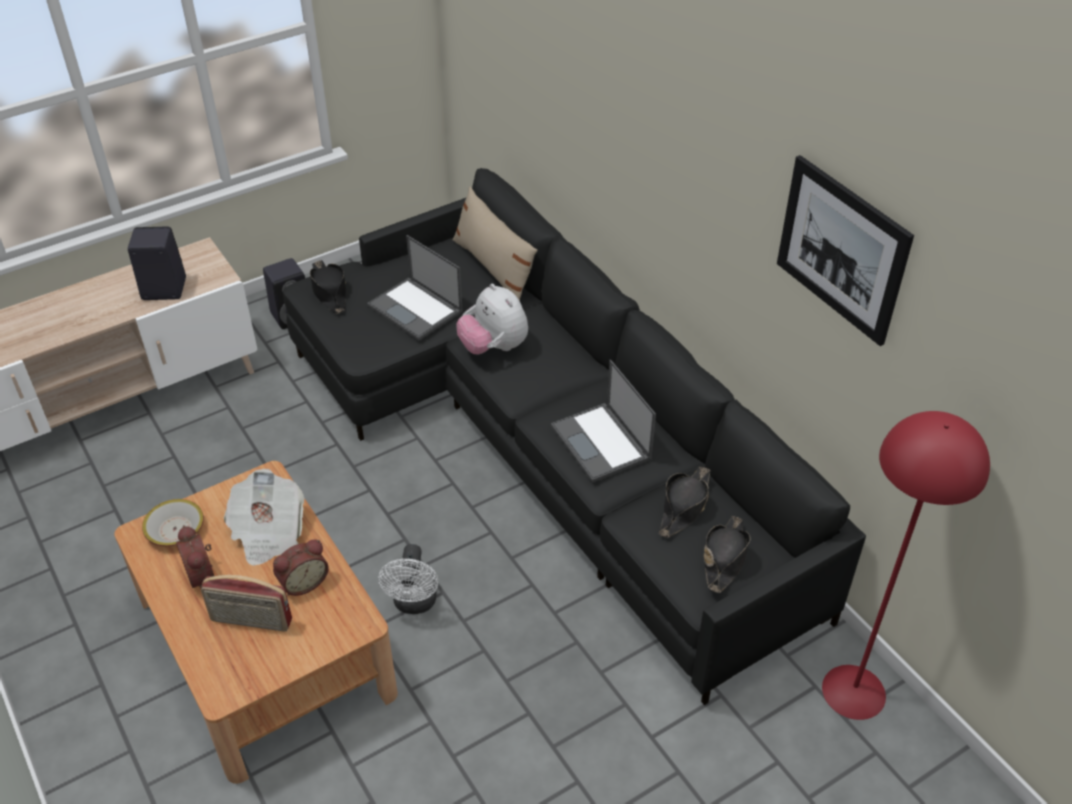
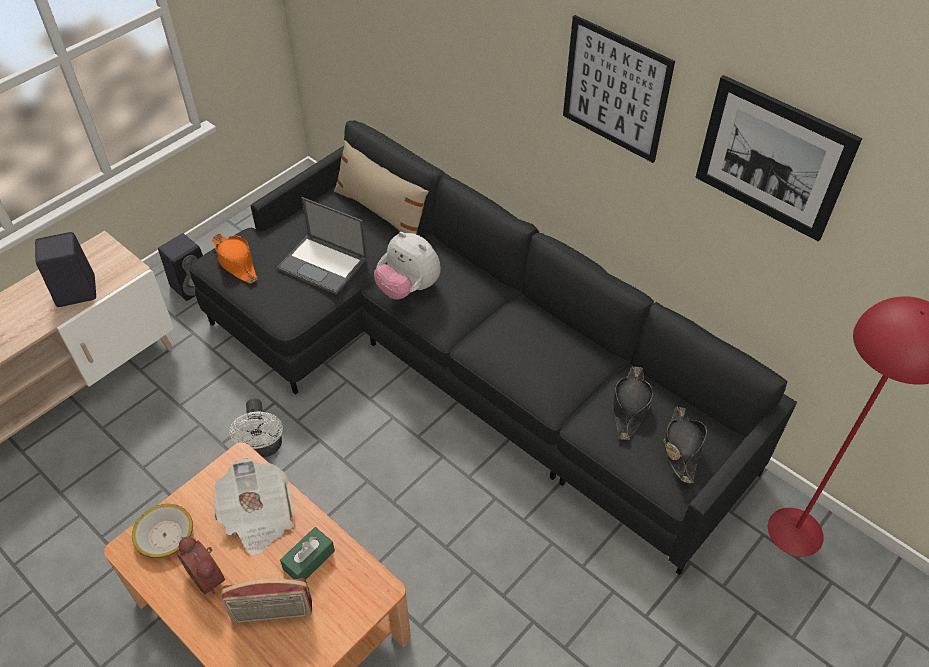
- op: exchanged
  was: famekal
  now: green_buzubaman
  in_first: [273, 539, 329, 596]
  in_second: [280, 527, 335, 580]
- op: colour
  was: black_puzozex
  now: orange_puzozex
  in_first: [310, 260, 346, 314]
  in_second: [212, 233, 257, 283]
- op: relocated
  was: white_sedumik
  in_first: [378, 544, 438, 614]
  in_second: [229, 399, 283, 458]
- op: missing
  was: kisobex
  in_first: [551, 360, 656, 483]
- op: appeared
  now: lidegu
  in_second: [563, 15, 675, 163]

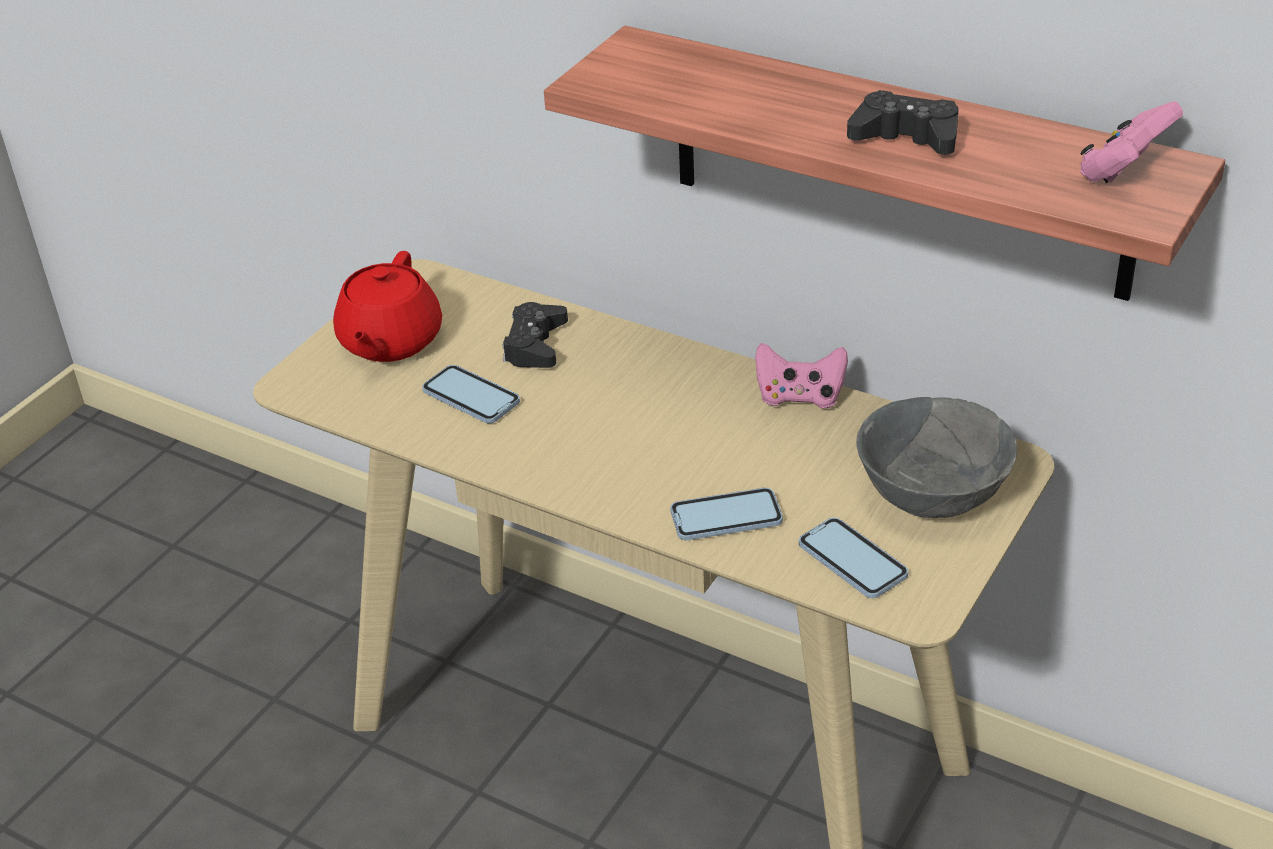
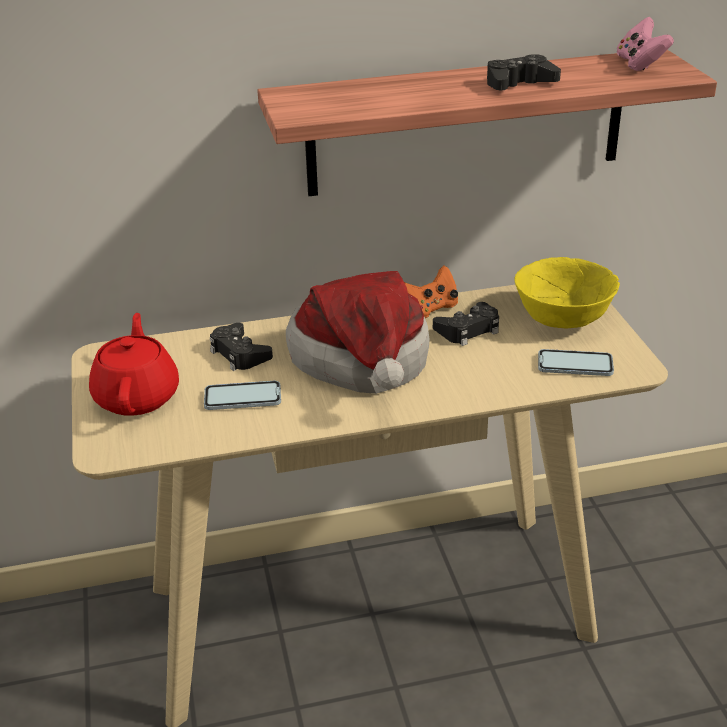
- op: spun
  was: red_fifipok
  in_first: [333, 251, 442, 362]
  in_second: [89, 313, 179, 416]
  clockwise: -150
- op: missing
  was: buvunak
  in_first: [670, 488, 783, 540]
- op: colour
  was: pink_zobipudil
  now: orange_zobipudil
  in_first: [755, 343, 848, 409]
  in_second: [404, 266, 458, 318]
- op: colour
  was: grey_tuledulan
  now: yellow_tuledulan
  in_first: [856, 397, 1017, 518]
  in_second: [514, 257, 620, 329]
- op: appeared
  now: puzozex
  in_second: [286, 271, 430, 394]
- op: appeared
  now: black_zobipudil
  in_second: [433, 302, 499, 346]

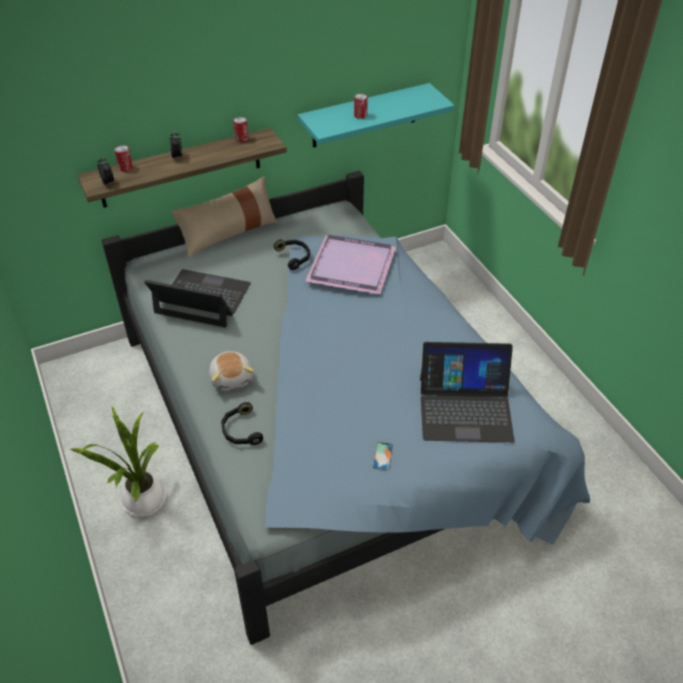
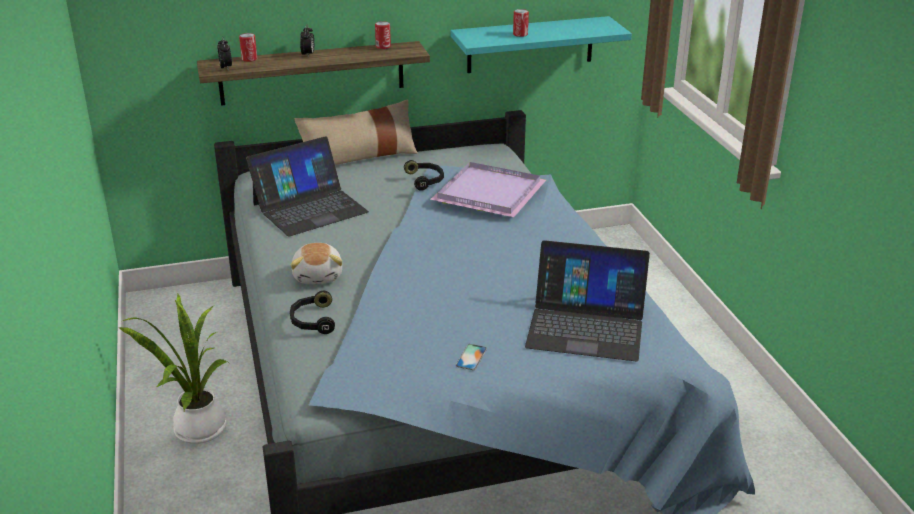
- op: spun
  was: kisobex
  in_first: [144, 269, 251, 327]
  in_second: [246, 136, 369, 236]
  clockwise: 120

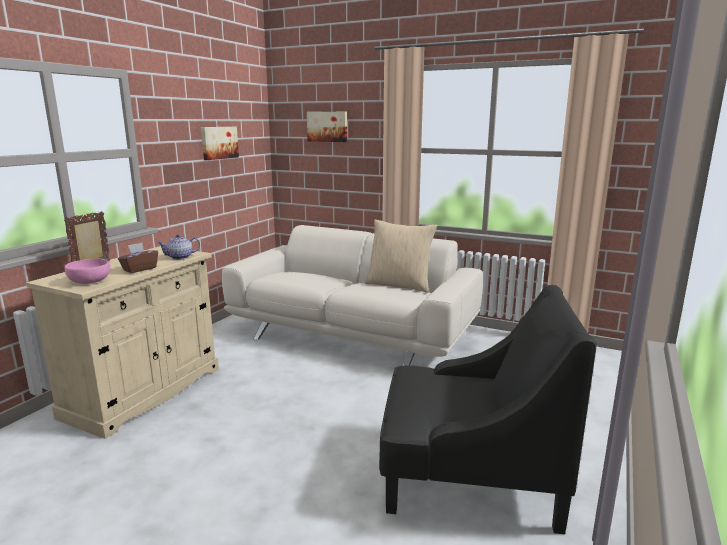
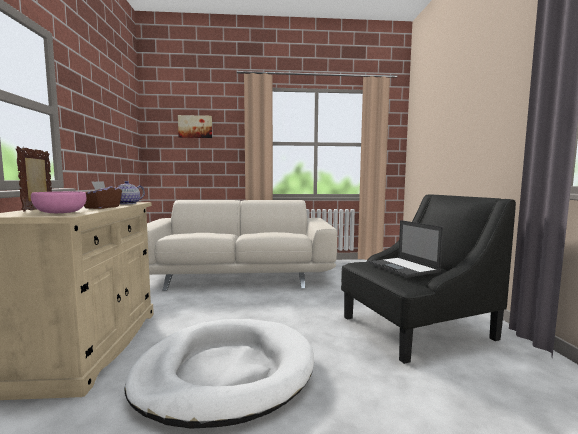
- op: missing
  was: lidegu
  in_first: [201, 127, 239, 160]
- op: missing
  was: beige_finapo
  in_first: [365, 220, 437, 293]
- op: appeared
  now: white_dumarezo
  in_second: [124, 319, 314, 429]
- op: appeared
  now: kisobex
  in_second: [369, 220, 443, 278]

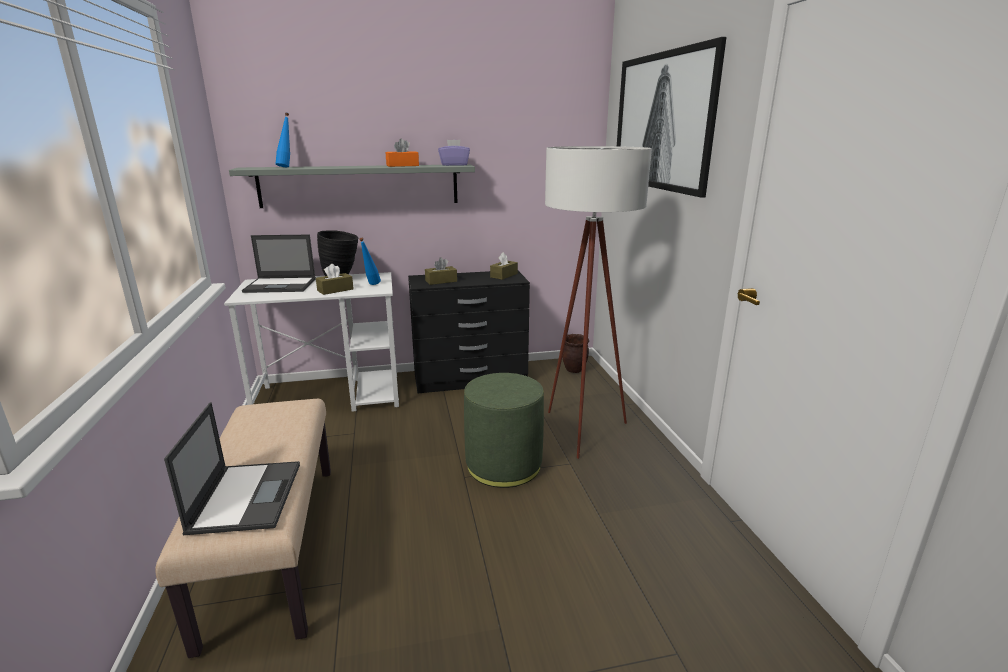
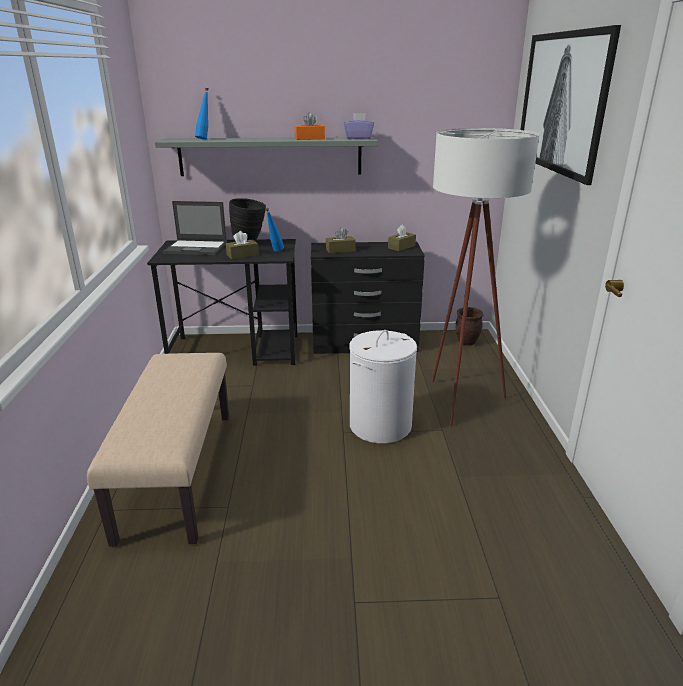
- op: missing
  was: kisobex
  in_first: [164, 402, 300, 535]
- op: colour
  was: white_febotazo
  now: black_febotazo
  in_first: [224, 272, 399, 412]
  in_second: [147, 239, 298, 366]
- op: exchanged
  was: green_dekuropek
  now: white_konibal
  in_first: [464, 373, 544, 488]
  in_second: [350, 330, 417, 443]

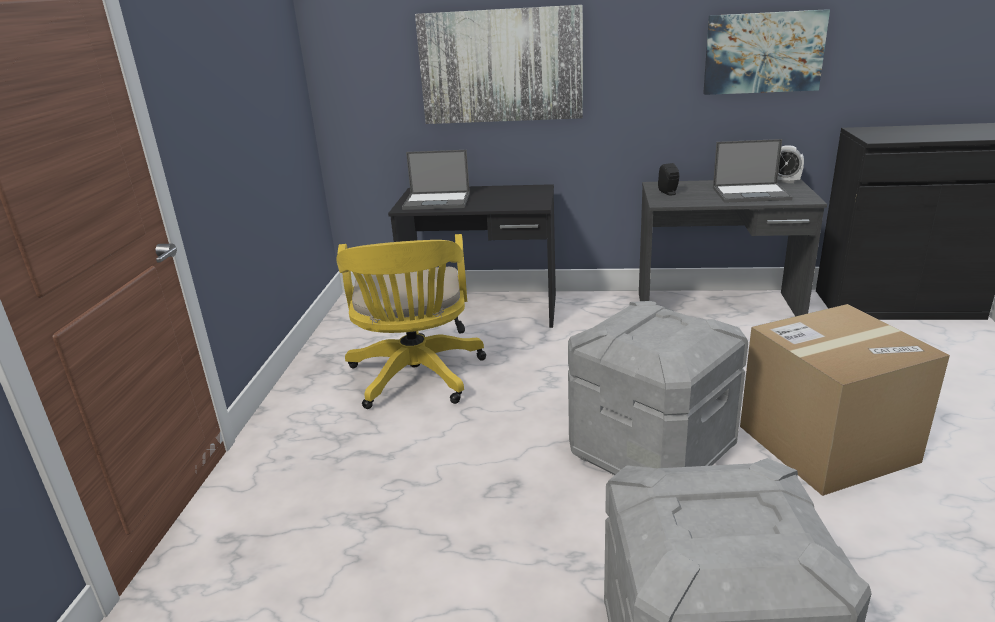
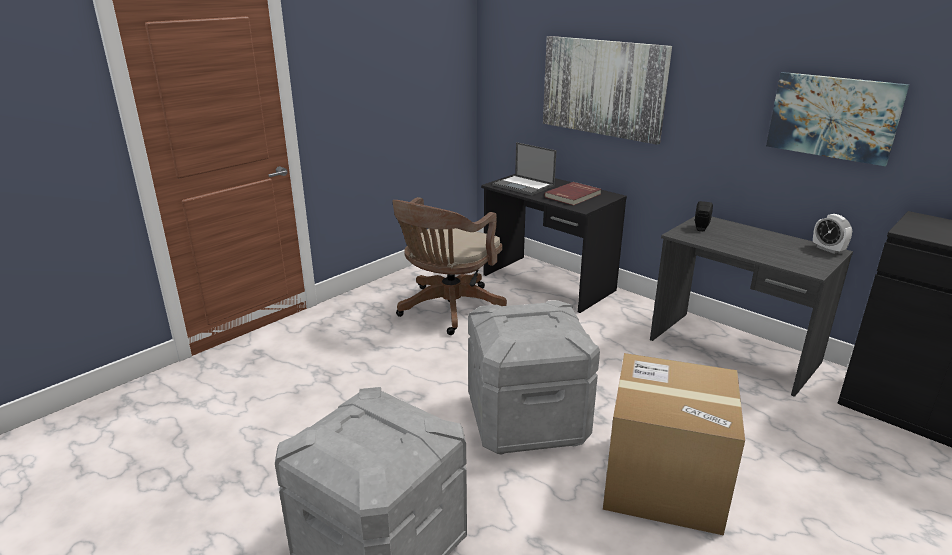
- op: colour
  was: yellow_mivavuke
  now: brown_mivavuke
  in_first: [336, 234, 486, 409]
  in_second: [392, 197, 507, 335]
- op: missing
  was: kisobex
  in_first: [713, 139, 793, 203]
- op: appeared
  now: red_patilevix
  in_second: [544, 182, 601, 206]

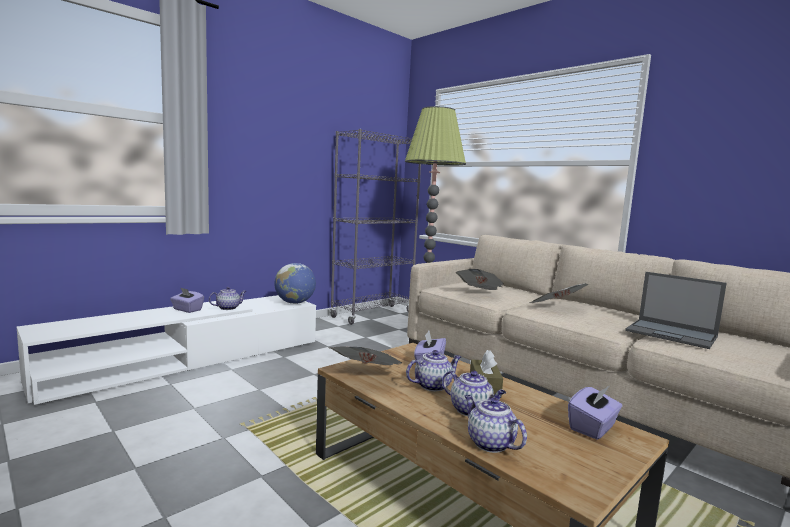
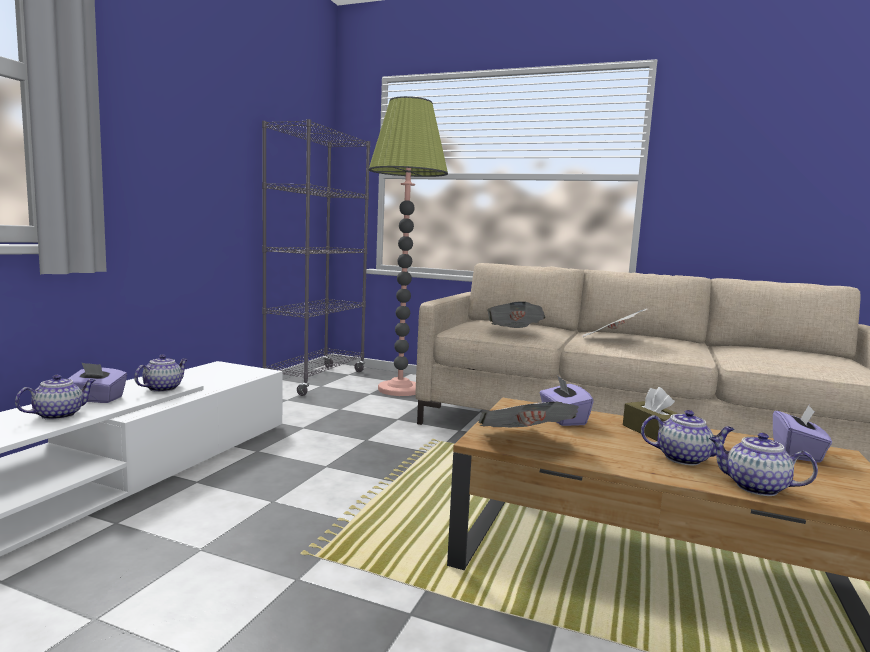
- op: missing
  was: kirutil
  in_first: [274, 263, 316, 304]
- op: relocated
  was: fifipok
  in_first: [406, 350, 461, 391]
  in_second: [15, 375, 95, 420]
- op: missing
  was: kisobex
  in_first: [625, 272, 727, 349]

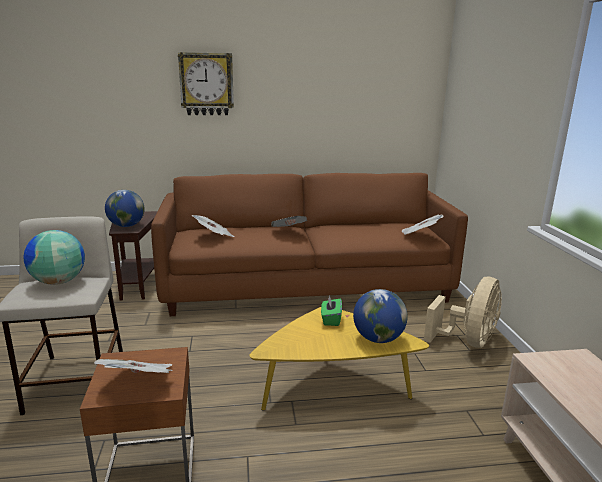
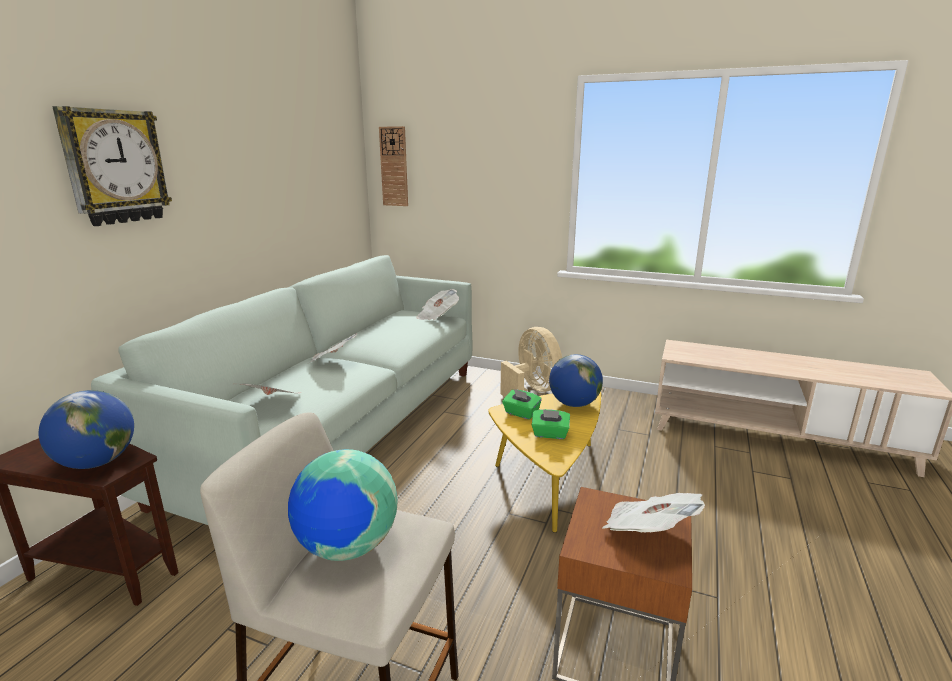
- op: colour
  was: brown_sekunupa
  now: white_sekunupa
  in_first: [151, 173, 468, 316]
  in_second: [91, 255, 472, 525]
- op: appeared
  now: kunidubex
  in_second: [379, 126, 408, 206]
- op: appeared
  now: green_buzubaman
  in_second: [532, 409, 570, 439]

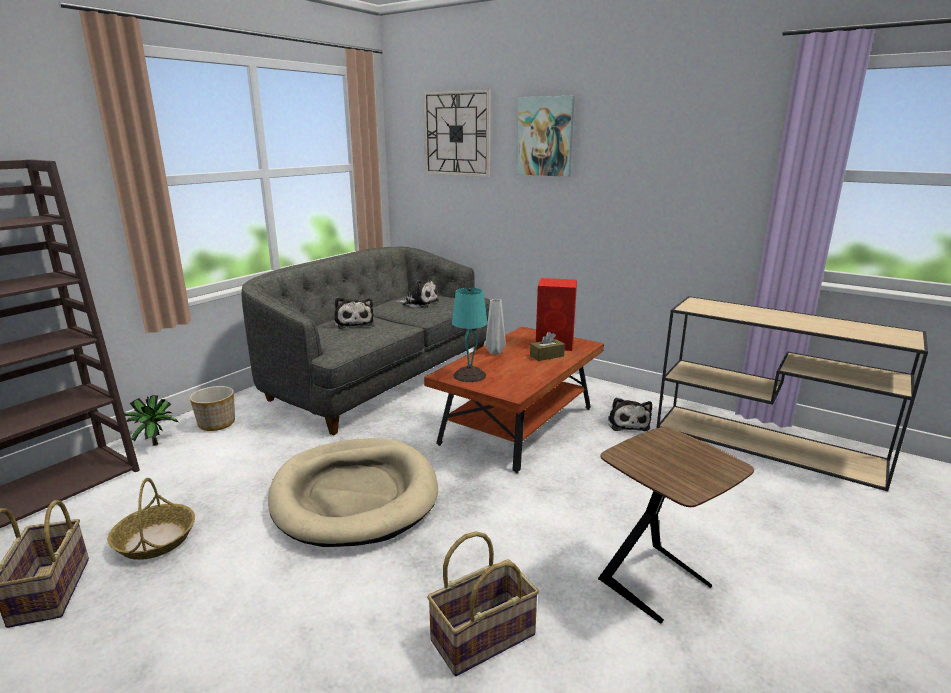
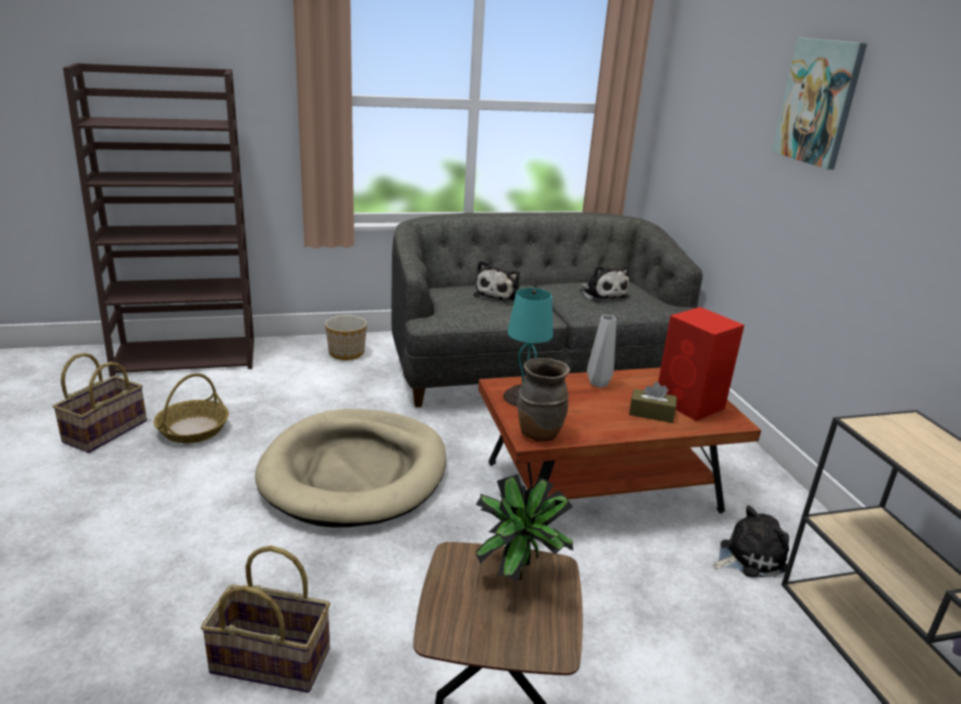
- op: relocated
  was: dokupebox
  in_first: [124, 395, 178, 446]
  in_second: [476, 474, 573, 581]
- op: missing
  was: kunidubex
  in_first: [423, 89, 491, 177]
- op: spun
  was: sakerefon
  in_first: [608, 398, 652, 431]
  in_second: [713, 506, 789, 577]
  clockwise: -150
- op: appeared
  now: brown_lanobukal
  in_second: [517, 358, 570, 441]

